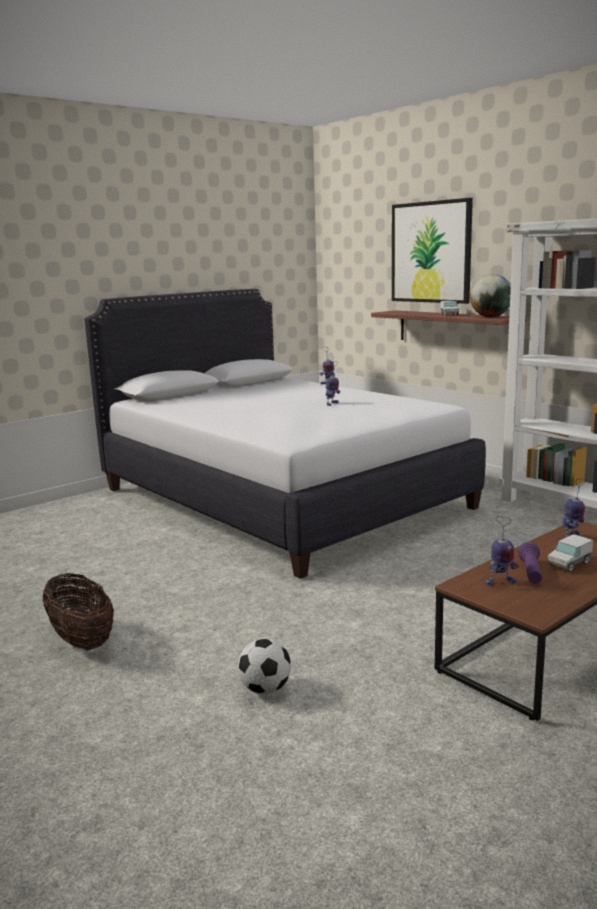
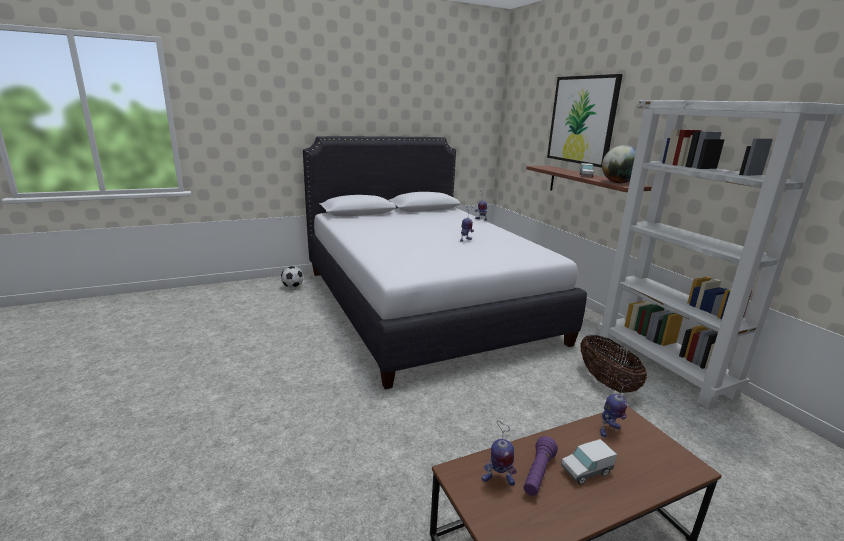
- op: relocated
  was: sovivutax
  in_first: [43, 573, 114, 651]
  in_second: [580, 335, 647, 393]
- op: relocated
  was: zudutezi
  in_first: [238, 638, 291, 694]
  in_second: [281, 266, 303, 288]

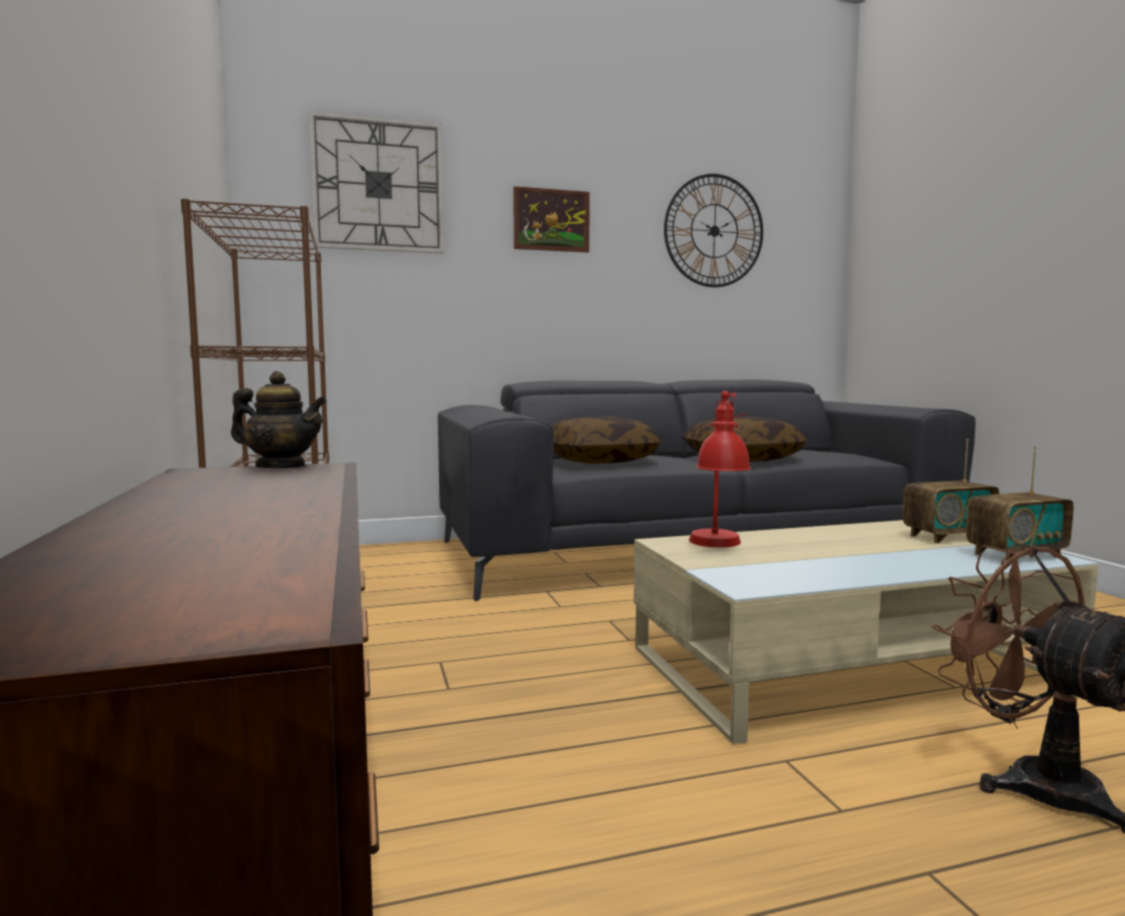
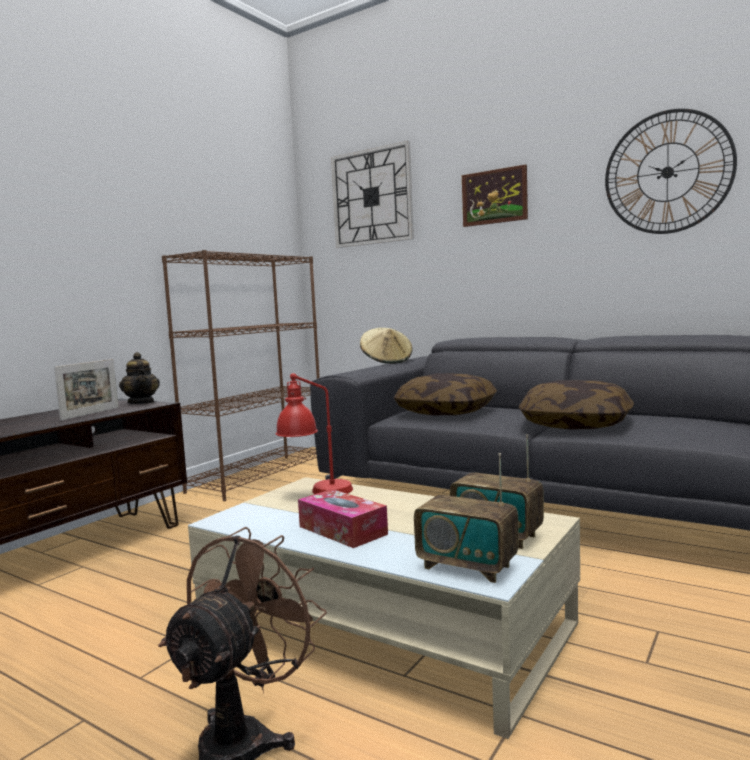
- op: appeared
  now: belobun
  in_second: [54, 359, 118, 421]
- op: appeared
  now: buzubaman
  in_second: [298, 489, 388, 548]
- op: appeared
  now: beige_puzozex
  in_second: [360, 328, 413, 364]

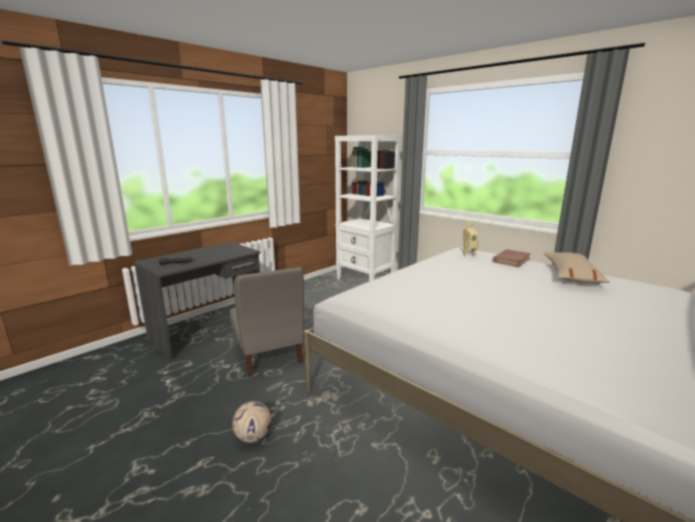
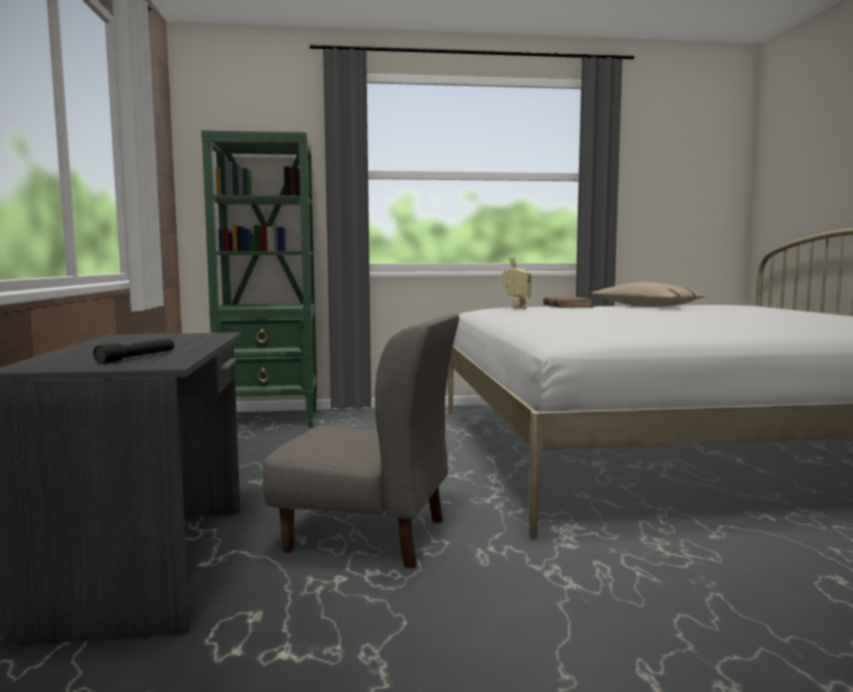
- op: missing
  was: zudutezi
  in_first: [232, 401, 271, 443]
- op: colour
  was: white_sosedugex
  now: green_sosedugex
  in_first: [335, 135, 401, 281]
  in_second: [201, 130, 317, 427]

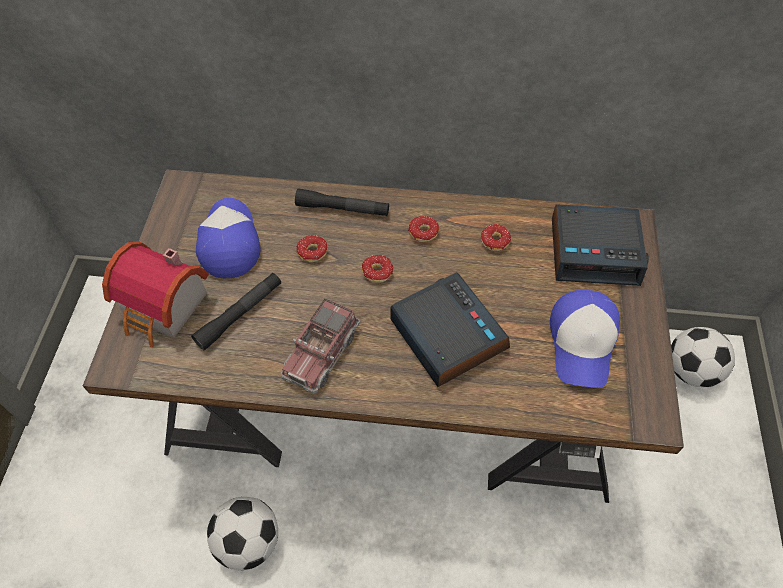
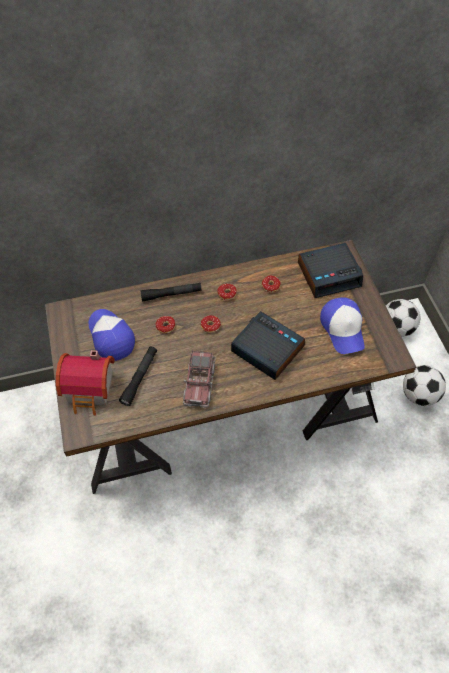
- op: relocated
  was: zudutezi
  in_first: [207, 497, 278, 570]
  in_second: [403, 365, 446, 406]

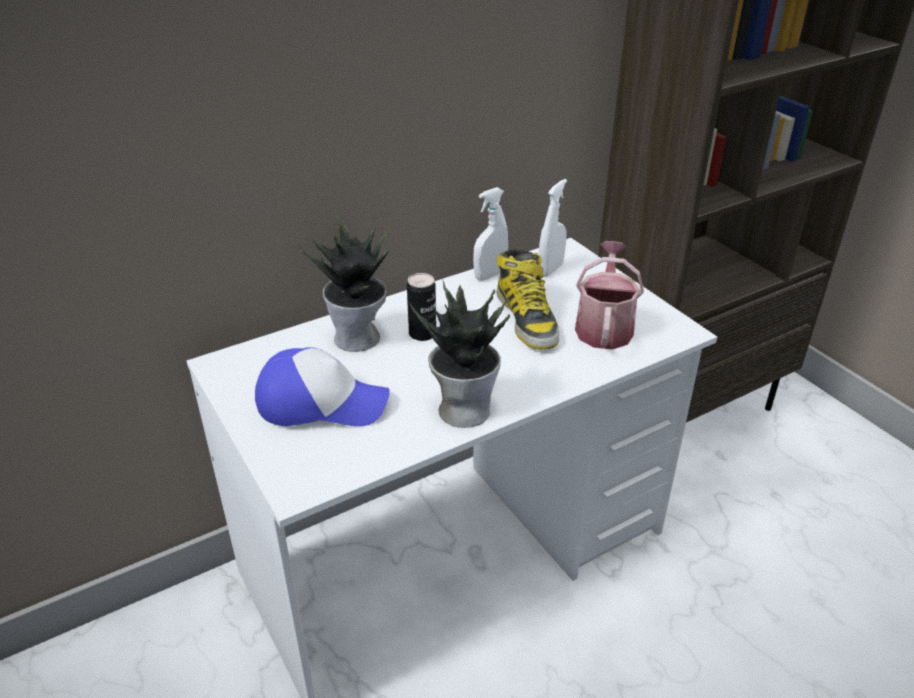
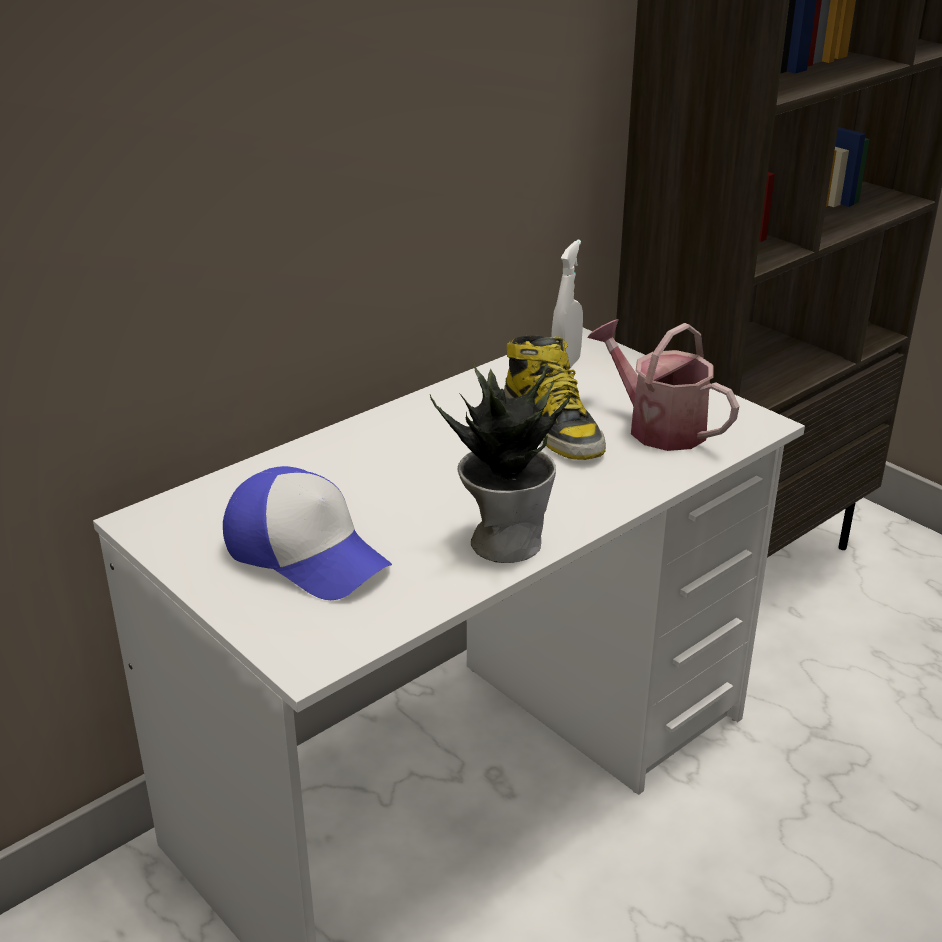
- op: spun
  was: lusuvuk
  in_first: [255, 347, 390, 426]
  in_second: [223, 466, 392, 600]
  clockwise: 45
- op: missing
  was: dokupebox
  in_first: [299, 213, 389, 352]
- op: missing
  was: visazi
  in_first: [407, 273, 436, 341]
- op: missing
  was: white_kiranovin
  in_first: [473, 187, 508, 281]
- op: spun
  was: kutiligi
  in_first: [575, 241, 644, 349]
  in_second: [587, 320, 739, 451]
  clockwise: -45

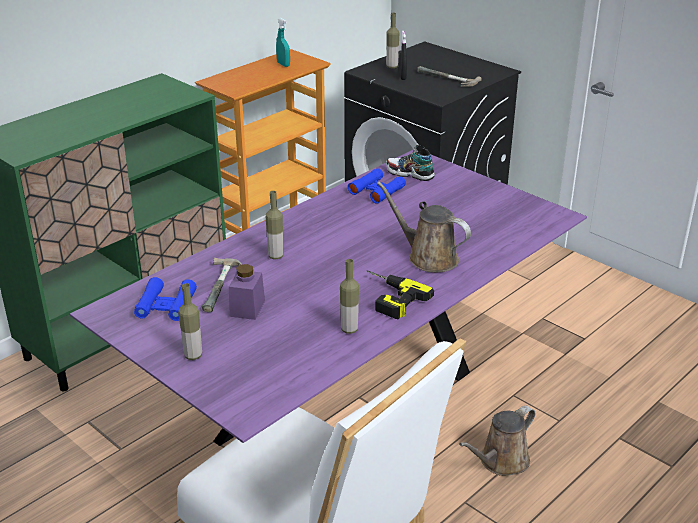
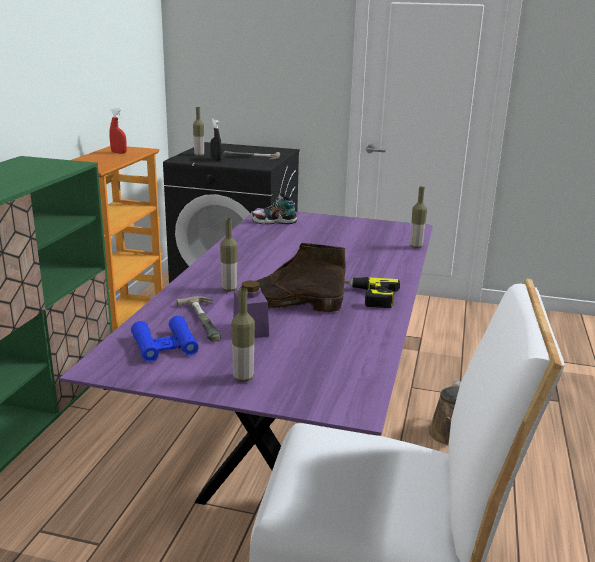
- op: colour
  was: turquoise_kiranovin
  now: red_kiranovin
  in_first: [276, 18, 290, 67]
  in_second: [109, 108, 127, 154]
- op: relocated
  was: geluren
  in_first: [340, 259, 359, 334]
  in_second: [410, 187, 427, 248]
- op: missing
  was: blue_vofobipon
  in_first: [348, 168, 406, 204]
- op: missing
  was: brown_kutiligi
  in_first: [377, 181, 471, 272]
- op: appeared
  now: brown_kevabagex
  in_second: [238, 243, 346, 312]

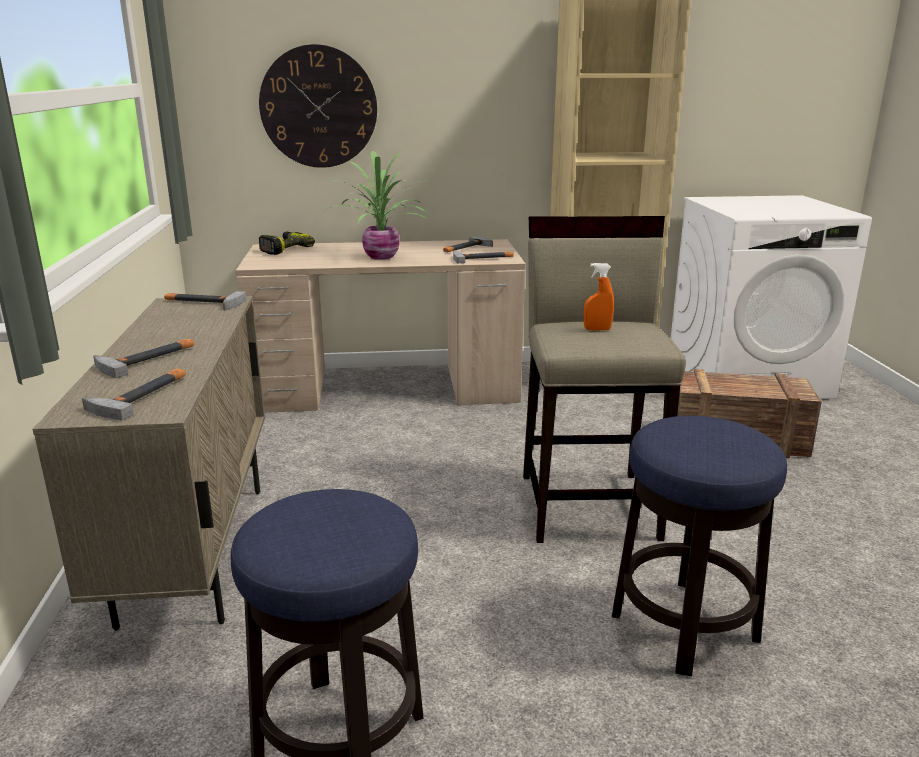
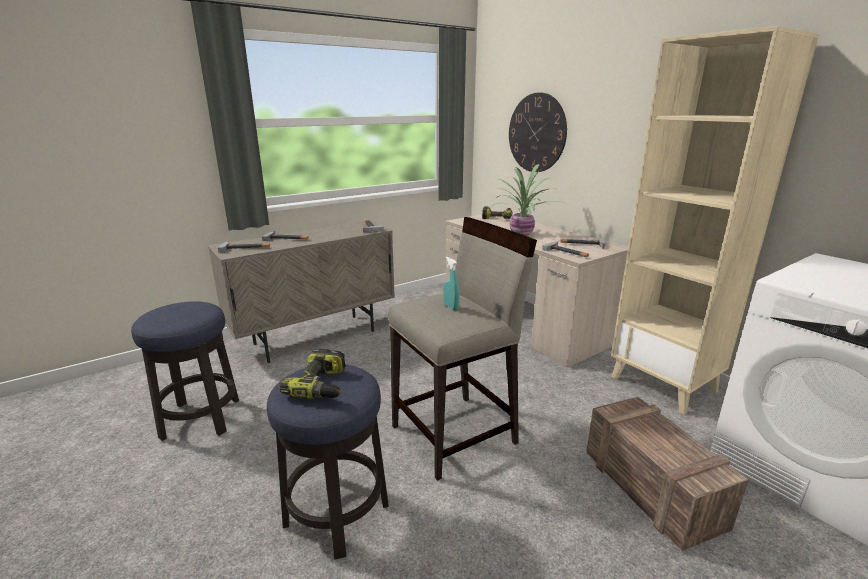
- op: colour
  was: orange_kiranovin
  now: turquoise_kiranovin
  in_first: [584, 263, 614, 331]
  in_second: [443, 257, 459, 310]
- op: appeared
  now: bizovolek
  in_second: [279, 349, 346, 399]

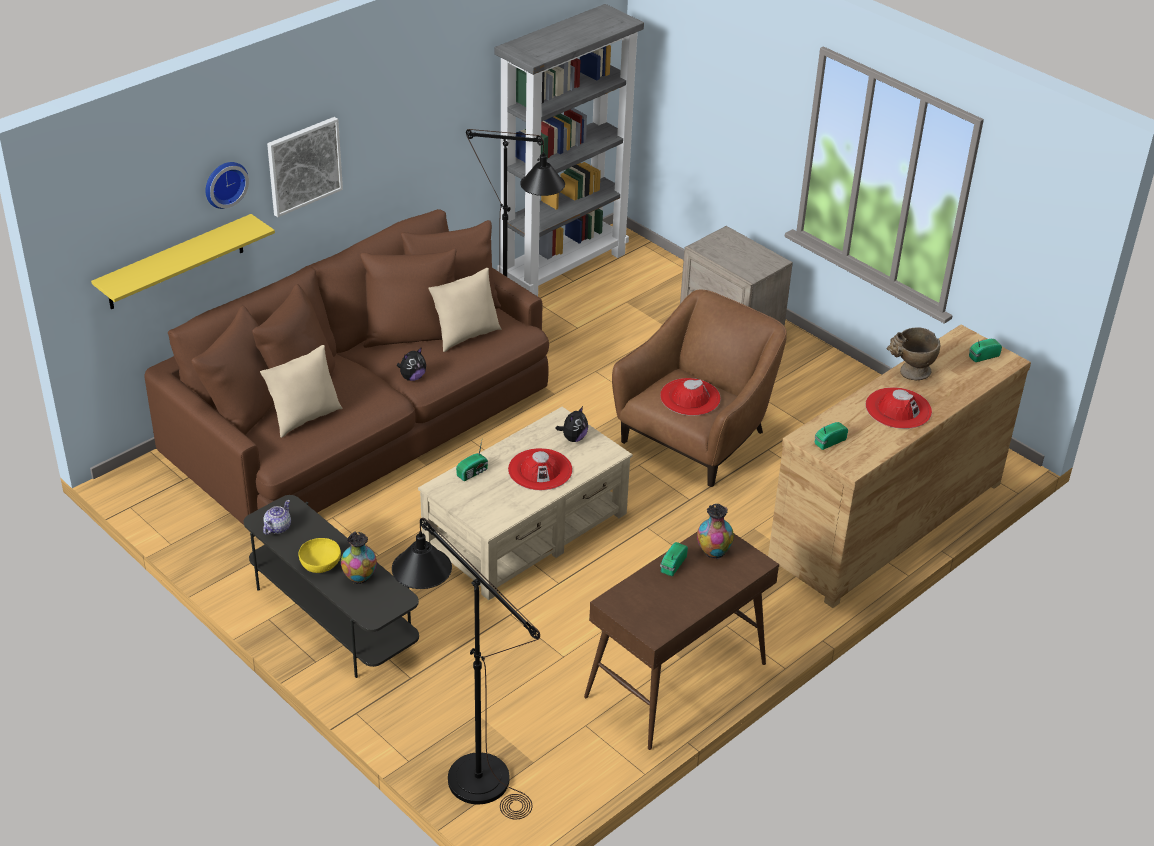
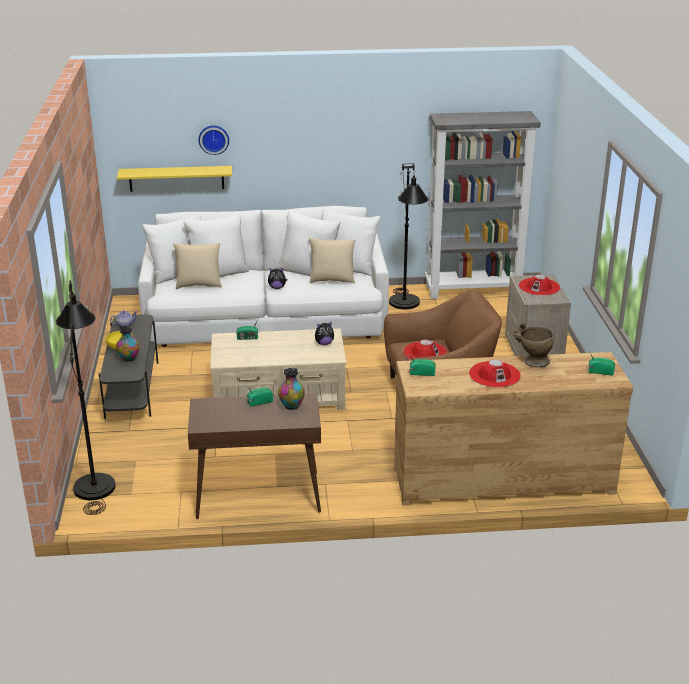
- op: colour
  was: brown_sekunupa
  now: white_sekunupa
  in_first: [144, 209, 549, 525]
  in_second: [138, 206, 389, 347]
- op: missing
  was: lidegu
  in_first: [267, 117, 343, 217]
- op: relocated
  was: red_puzozex
  in_first: [508, 448, 573, 490]
  in_second: [519, 275, 560, 296]

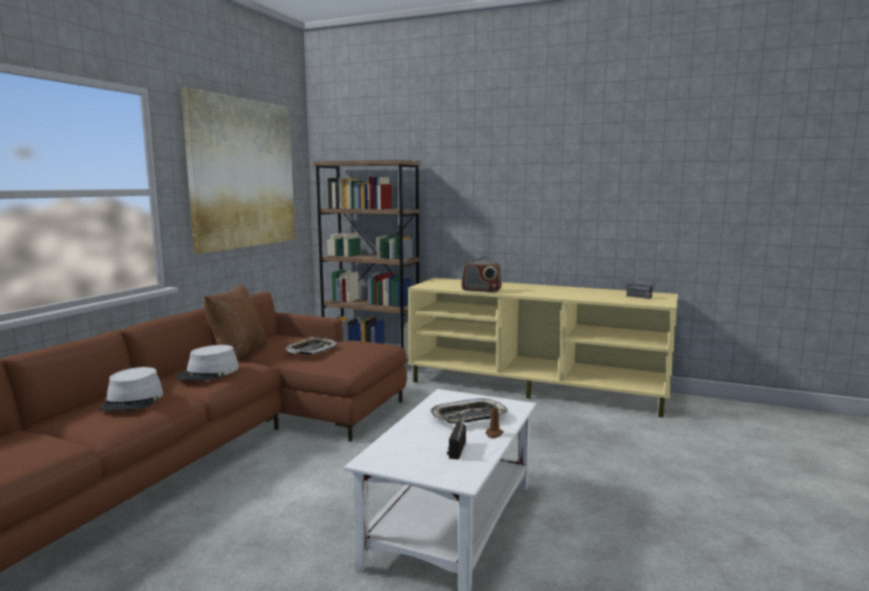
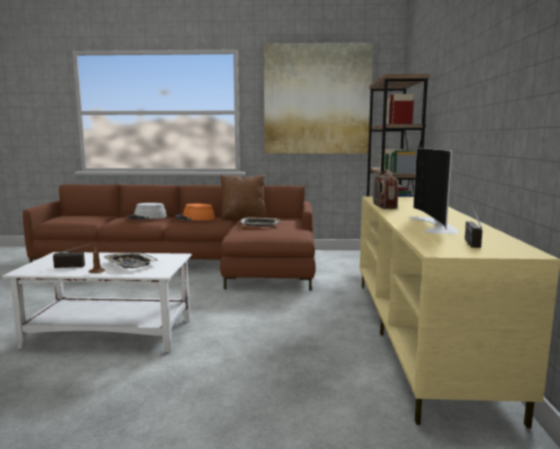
- op: colour
  was: grey_puzozex
  now: orange_puzozex
  in_first: [176, 345, 239, 381]
  in_second: [175, 203, 215, 220]
- op: appeared
  now: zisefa
  in_second: [408, 148, 459, 234]

